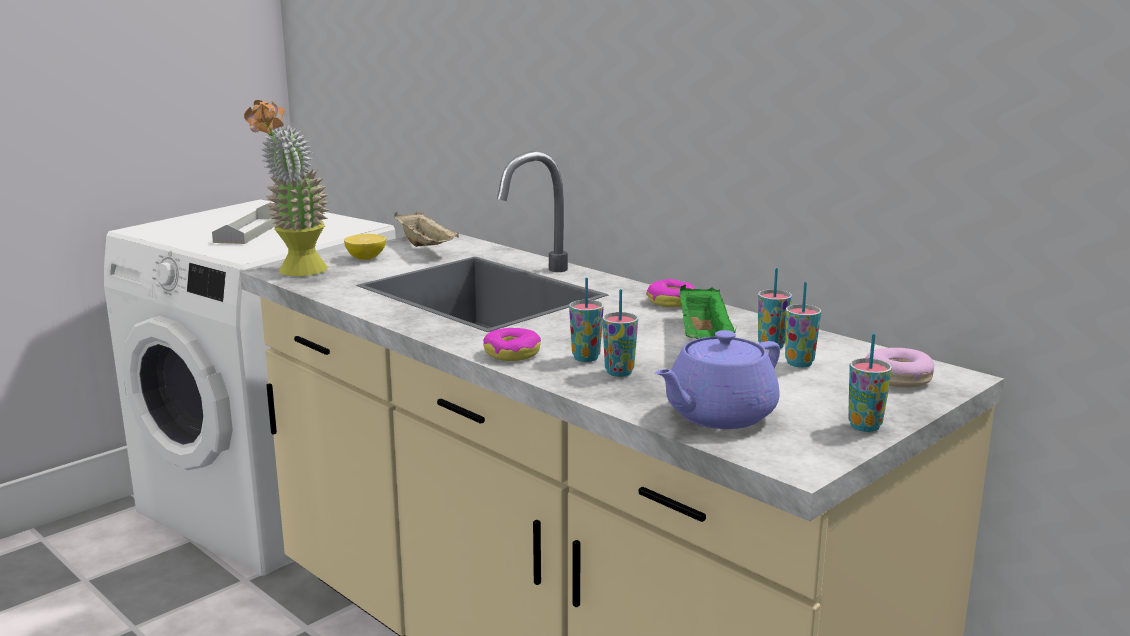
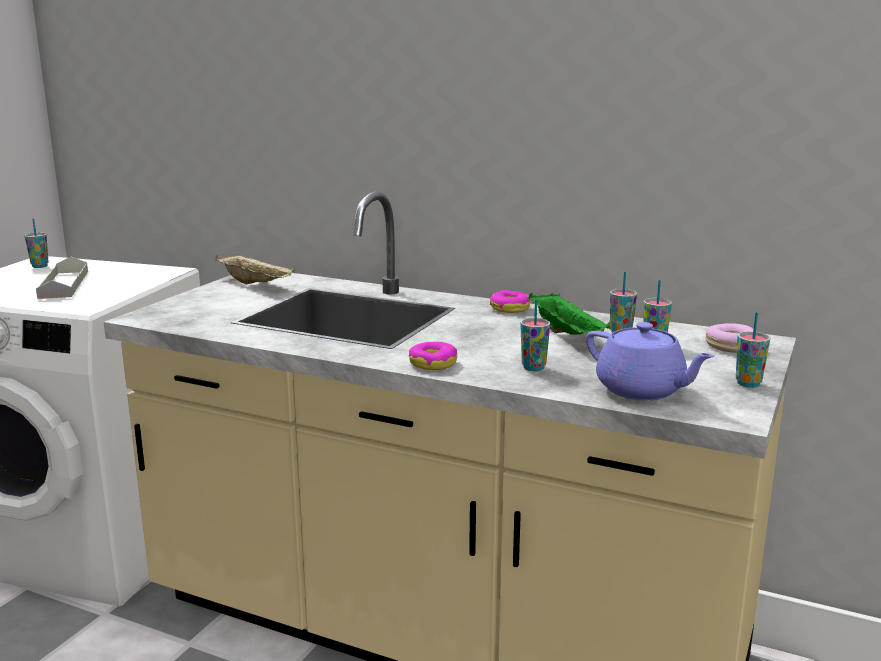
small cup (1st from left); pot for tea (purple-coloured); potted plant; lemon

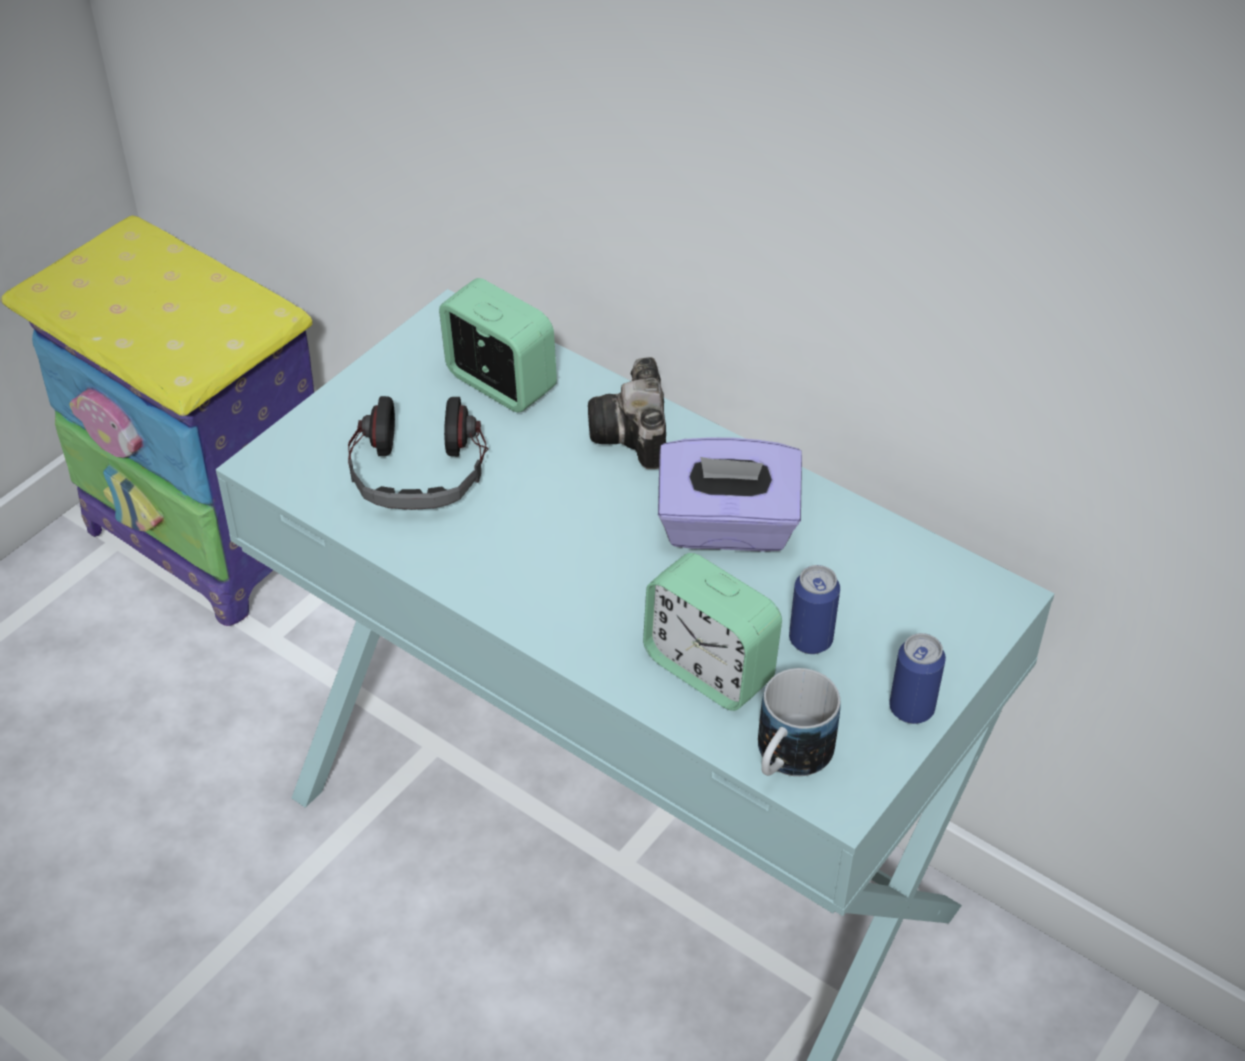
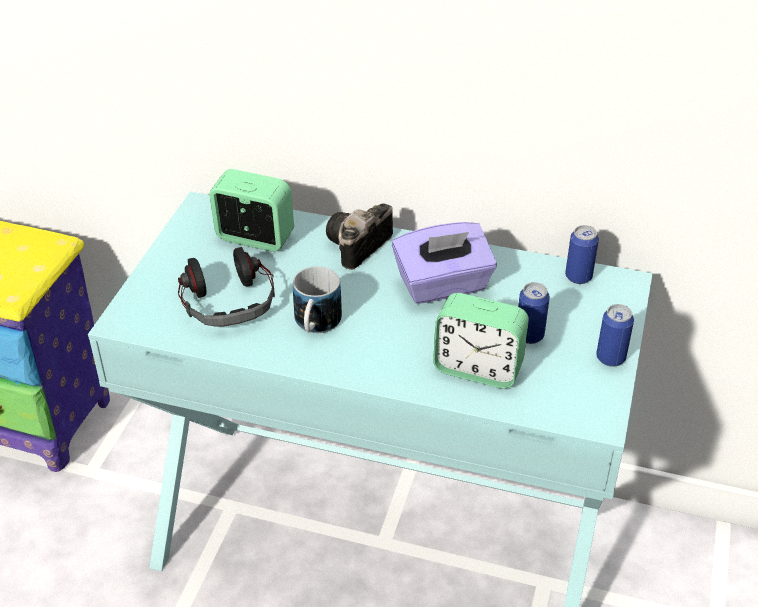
coffee mug; still camera; sealed can (2nd from left)

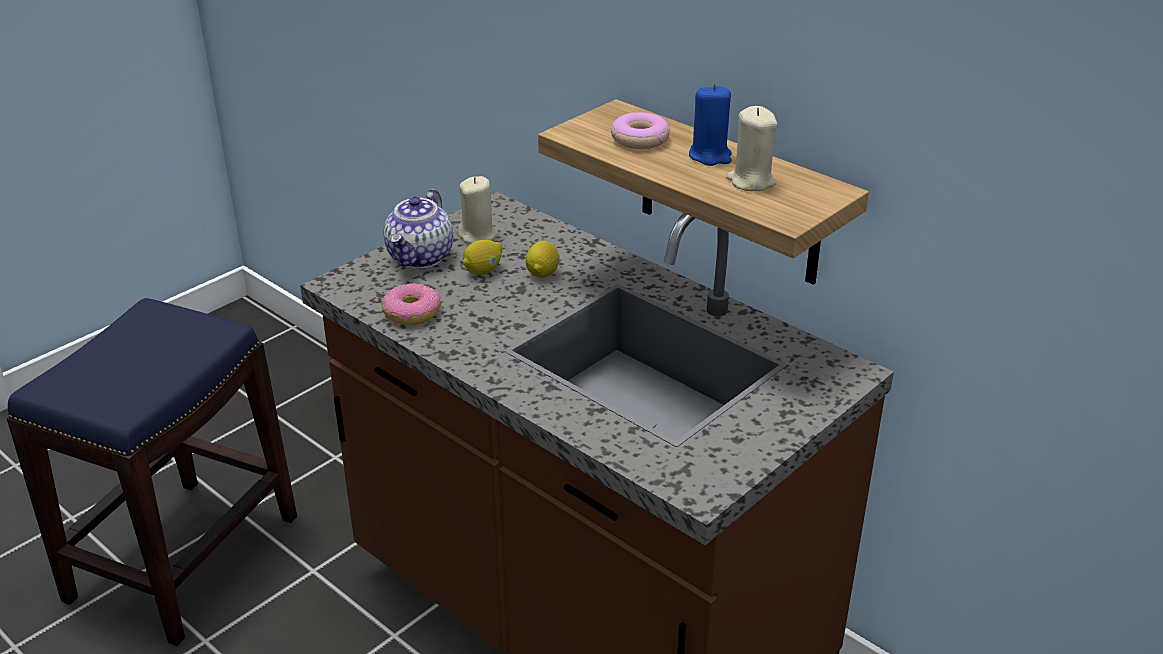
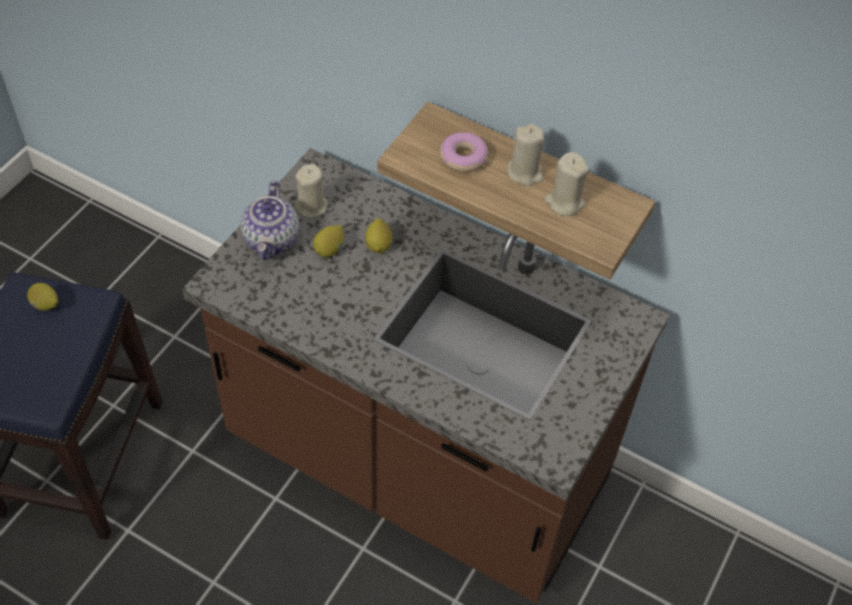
lemon (1st from left); wax light (beige) (2nd from left); donut (1st from left in the first image)

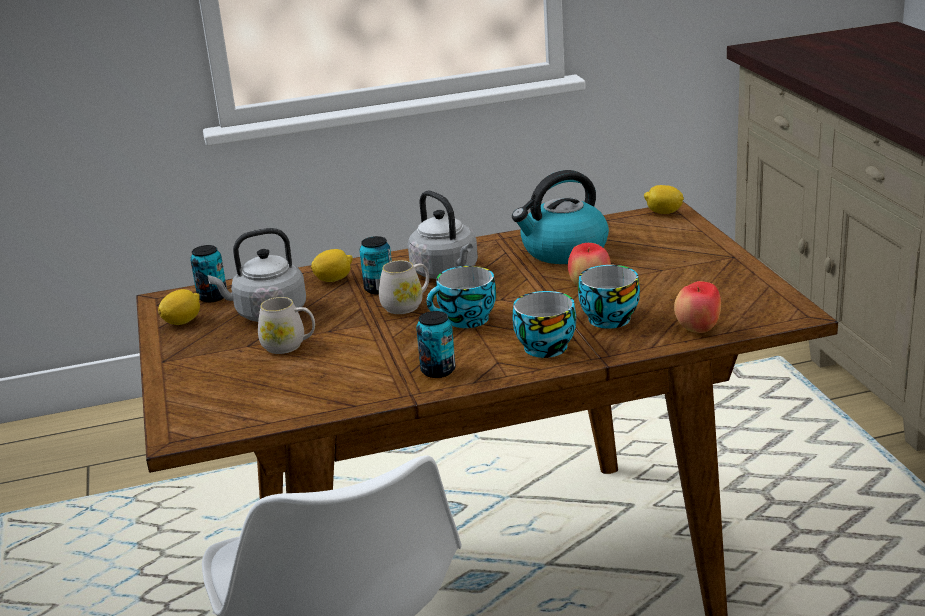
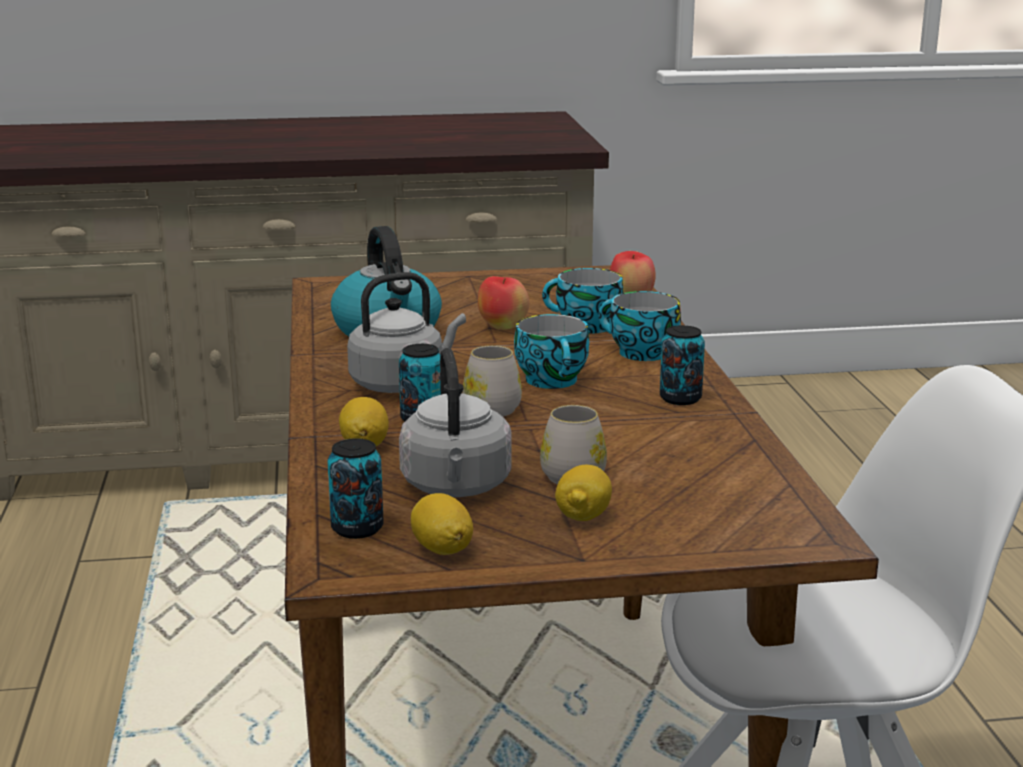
lemon (3rd from left)

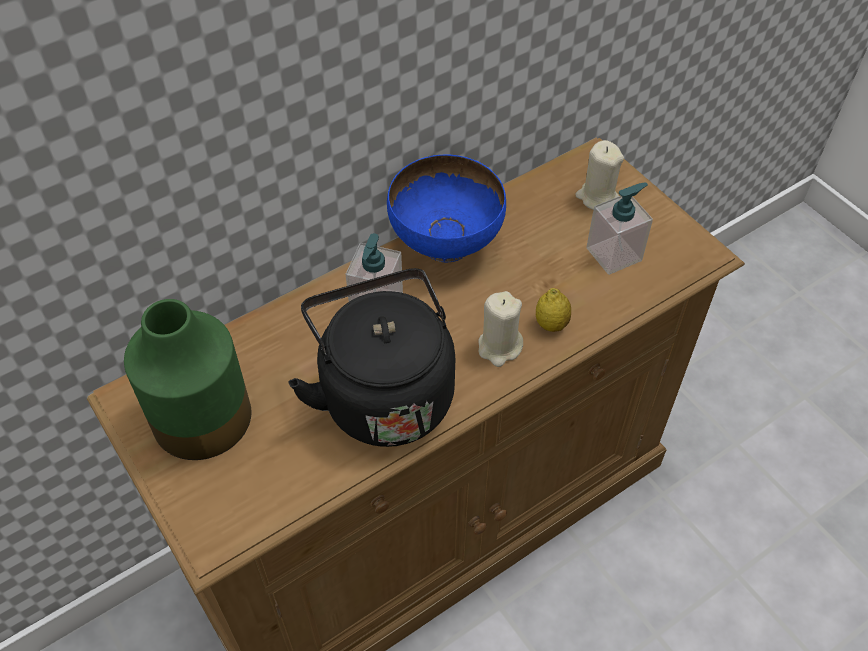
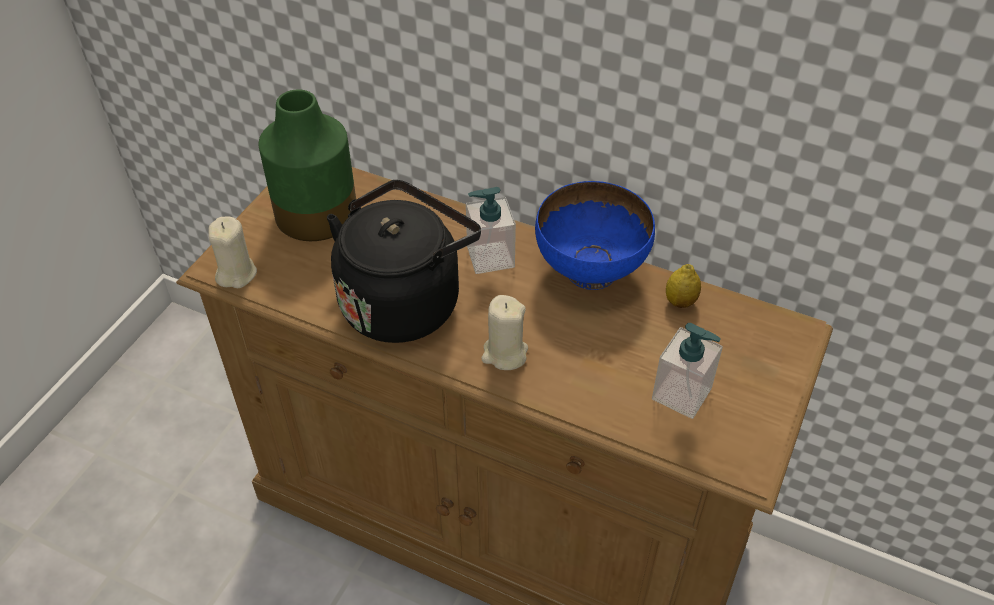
wax light (beige) (1st from left); lemon

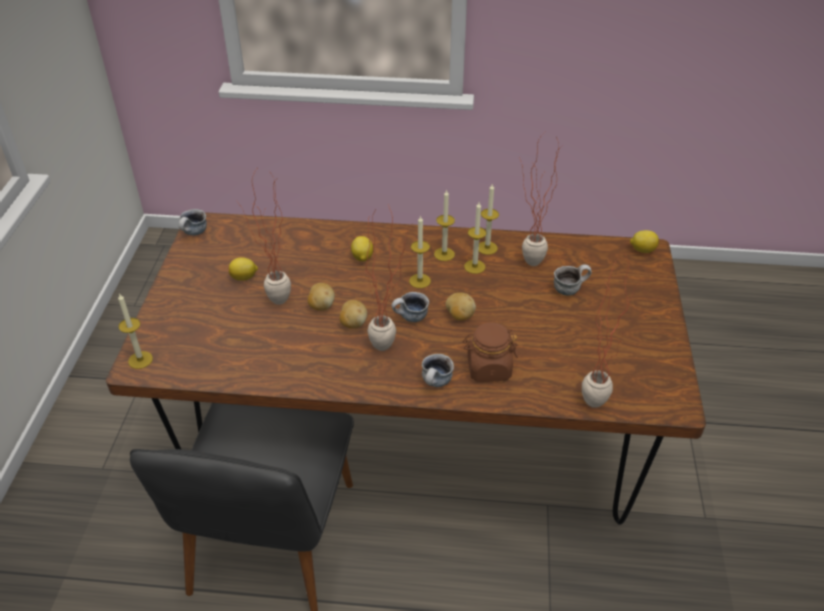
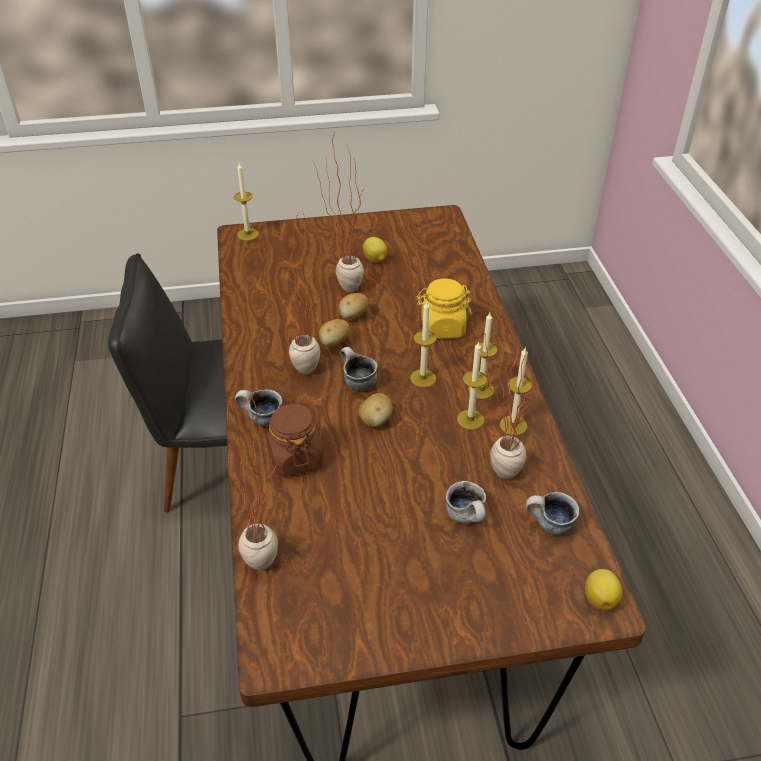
jar (yellow); coffee mug (4th from left)

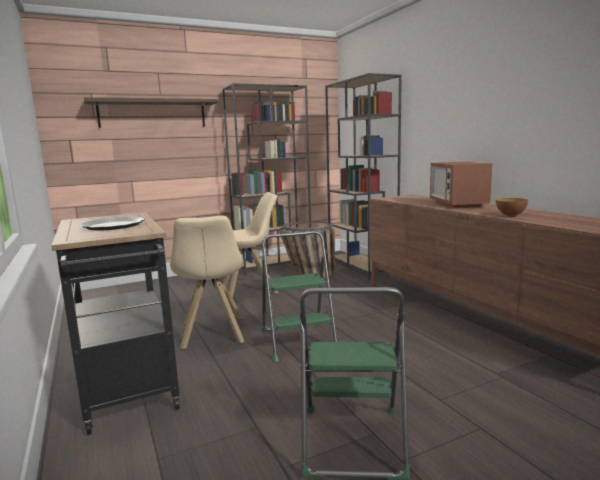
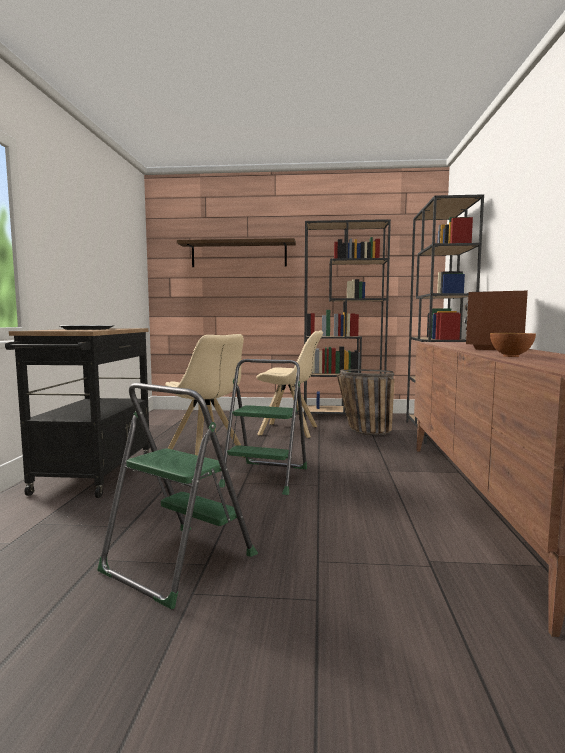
chair (beige) (1st from left)

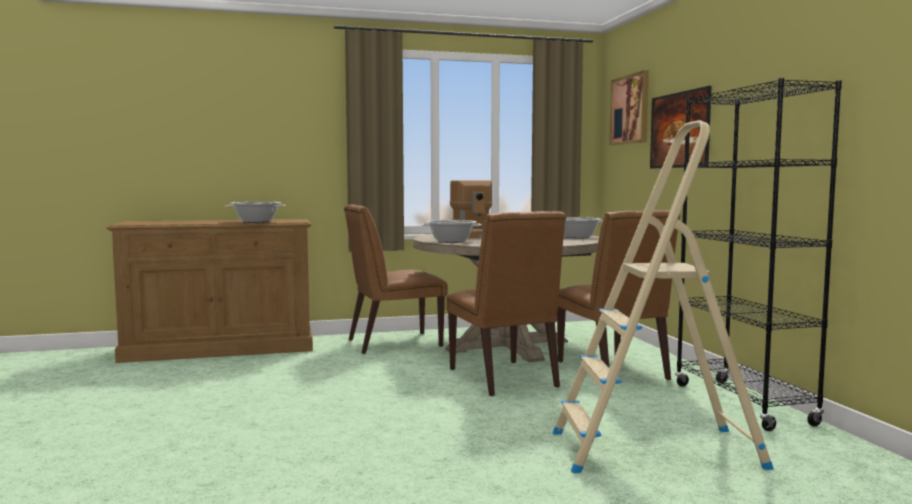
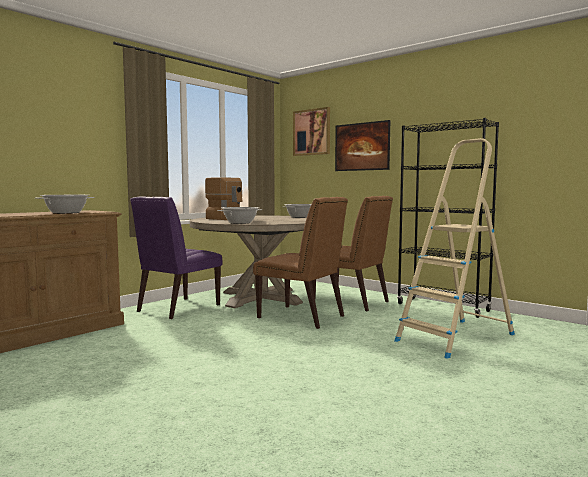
chair (purple-coloured)

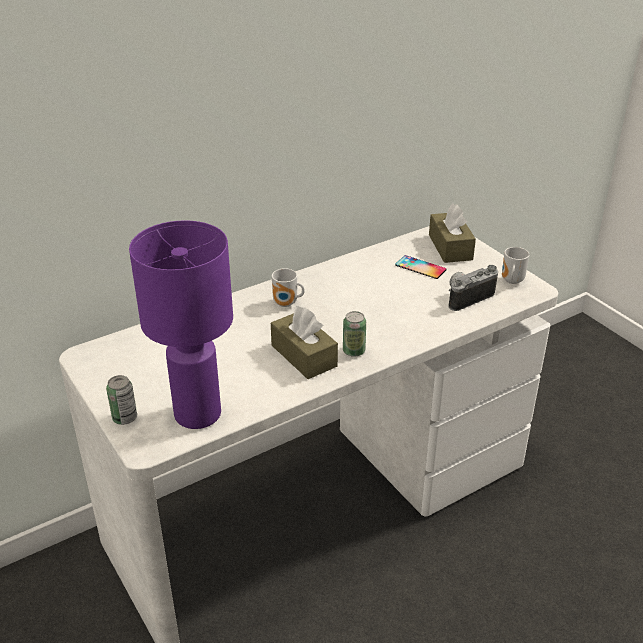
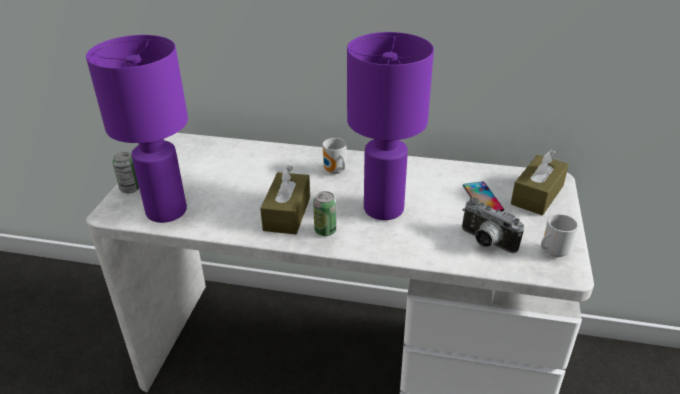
table lamp (purple-coloured) (2nd from left); still camera

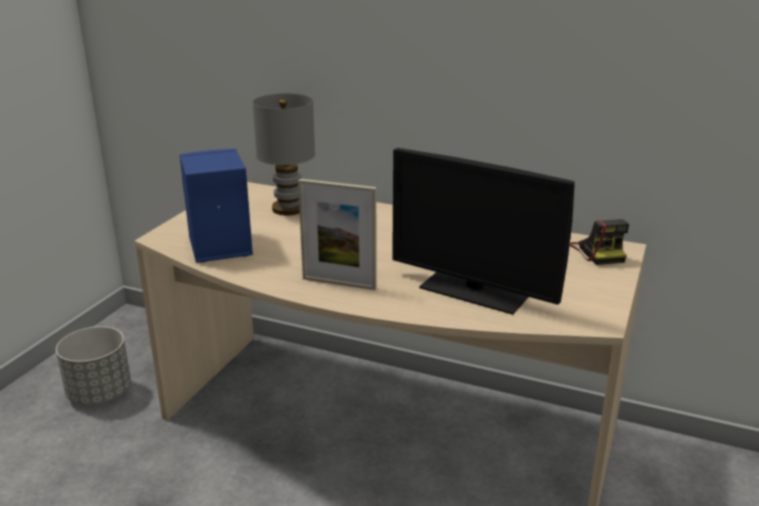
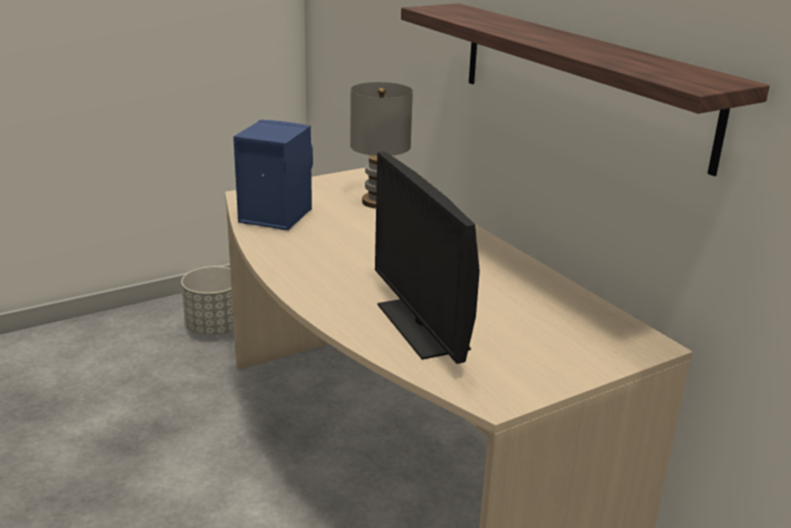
wall shelf; photo frame; still camera

